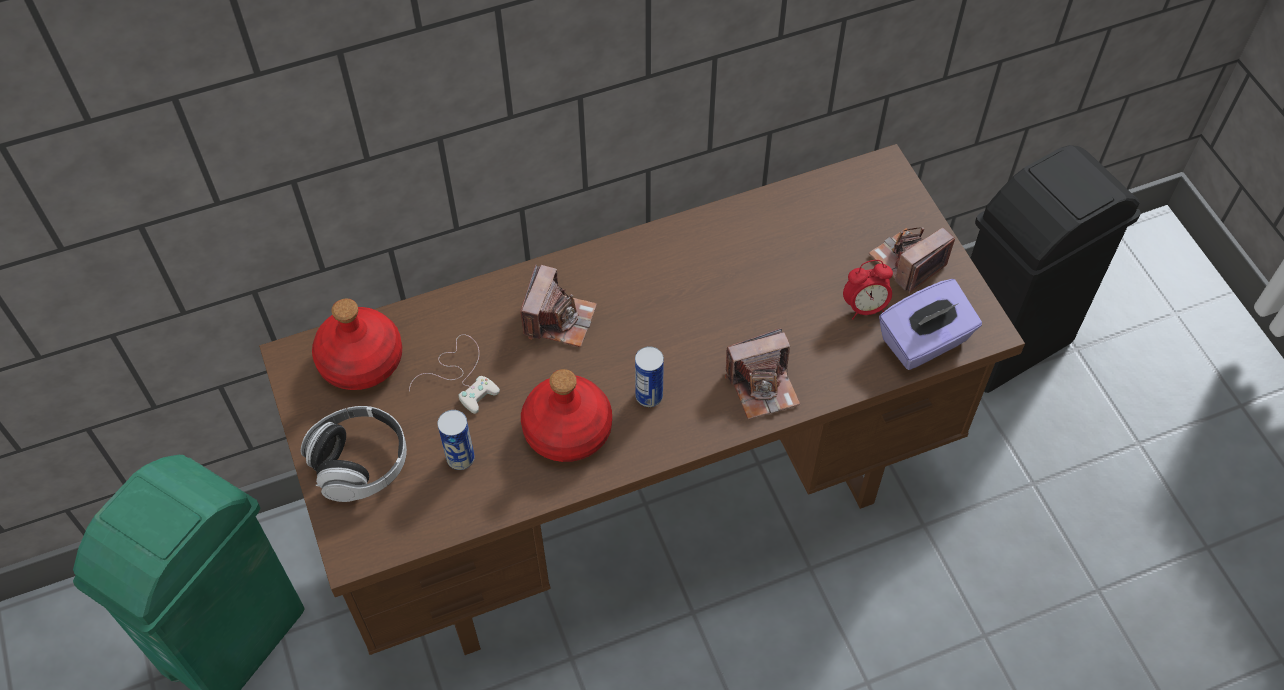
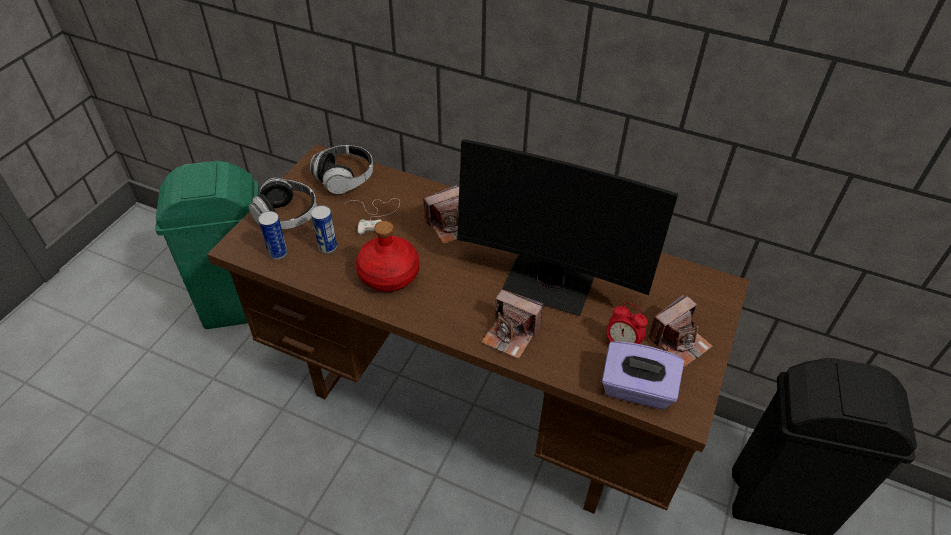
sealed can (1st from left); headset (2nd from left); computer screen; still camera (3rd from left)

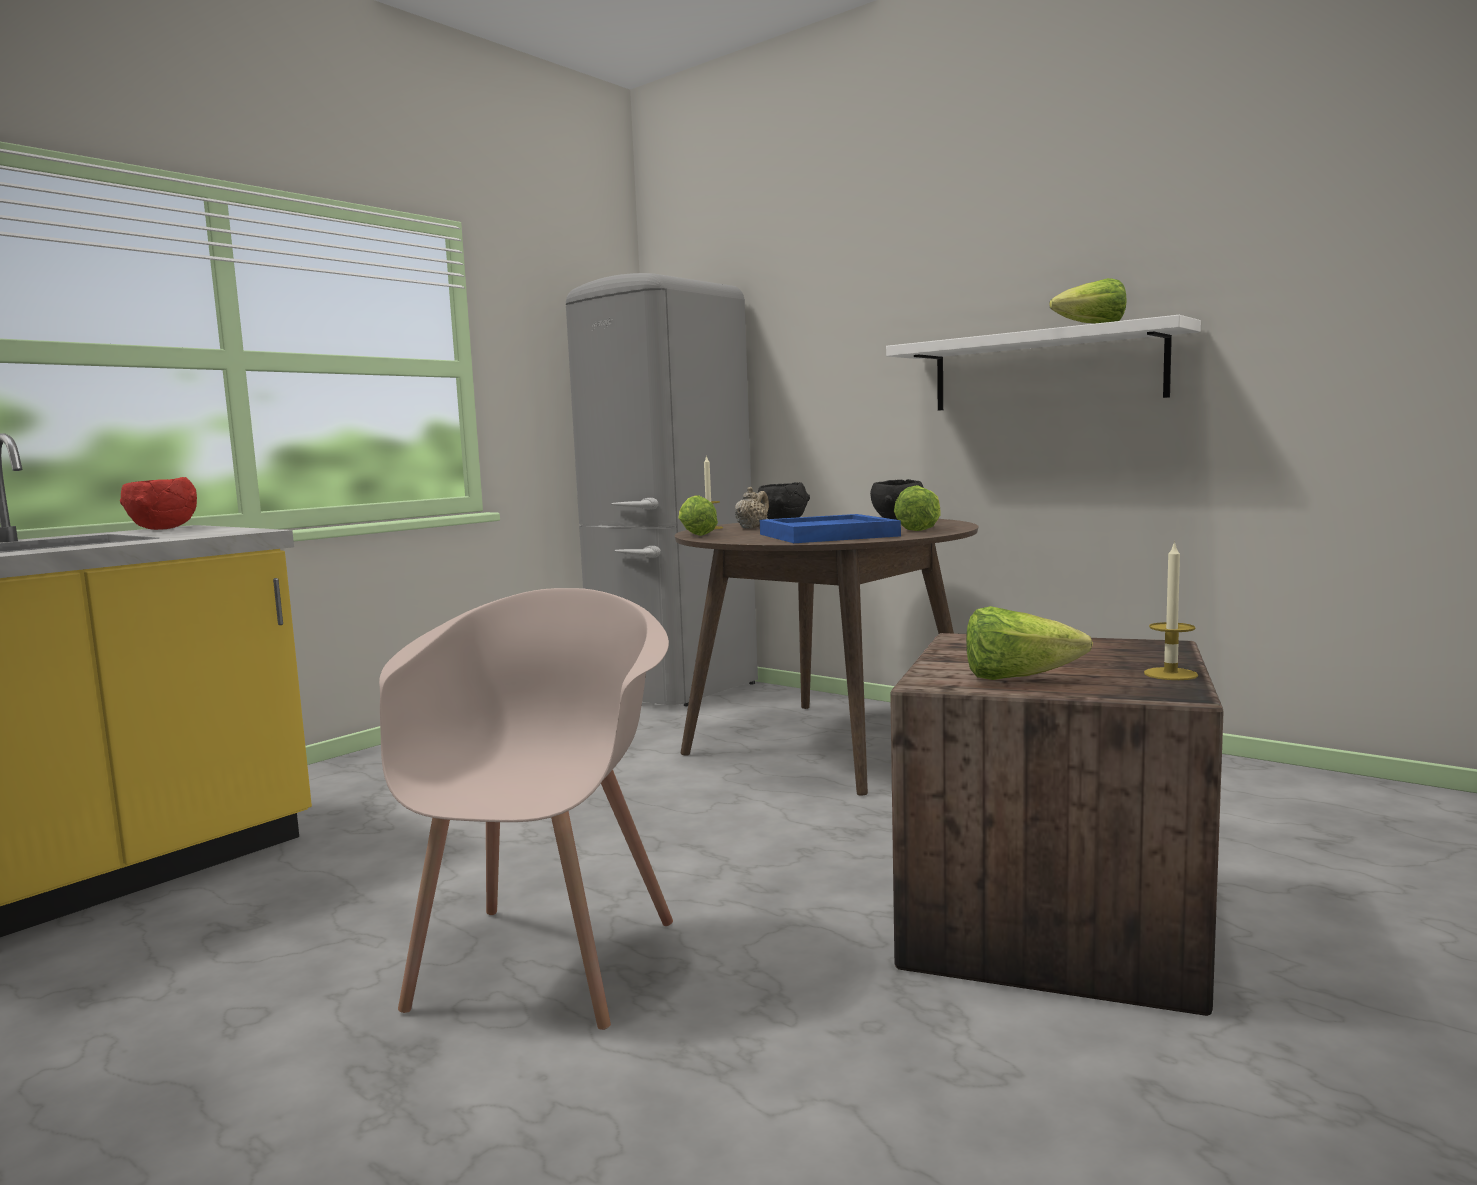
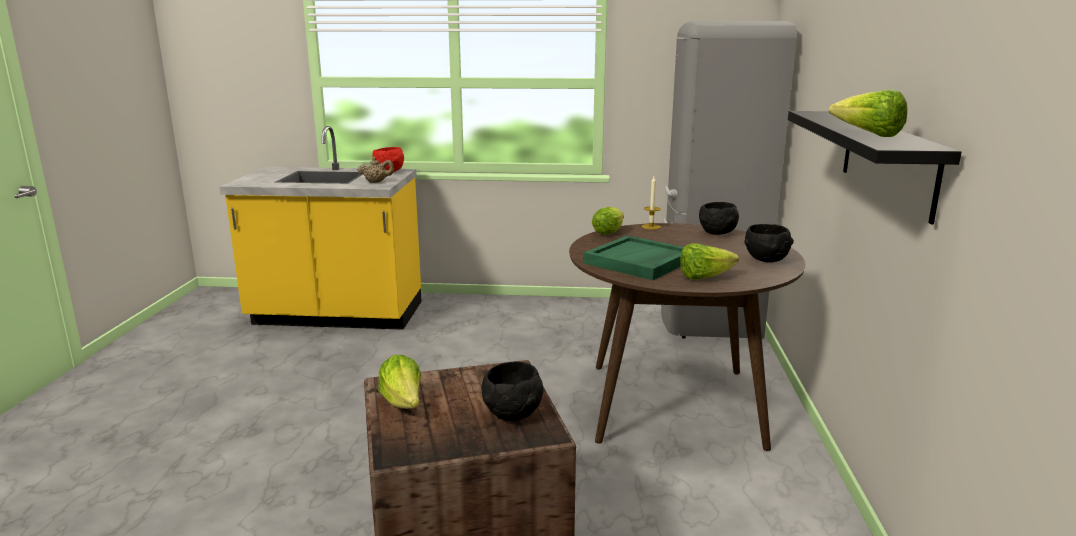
pot for tea (beige); deep dish (blackish) (1st from left); tray (green); wall shelf (blackish); chair (beige); wax light (2nd from left in the first image)

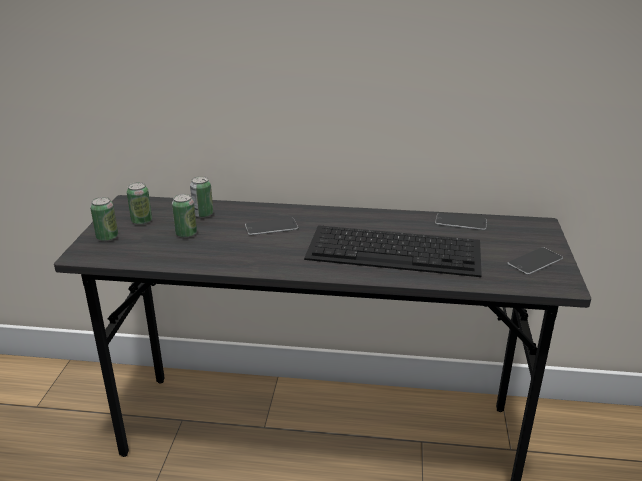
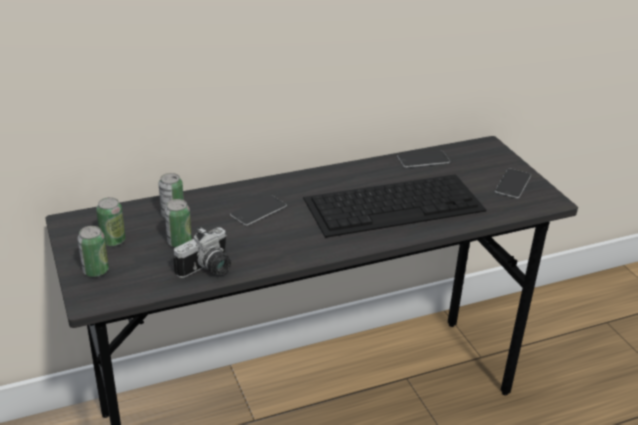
still camera

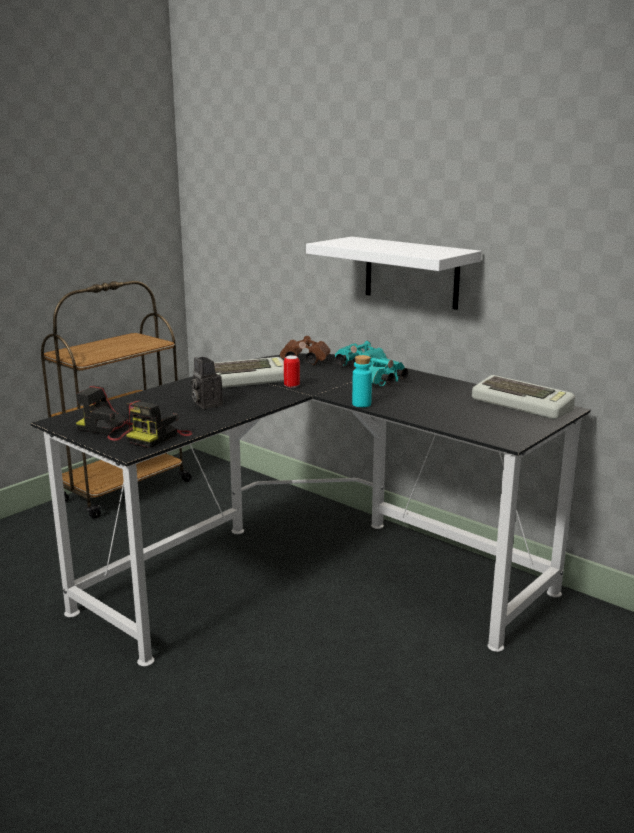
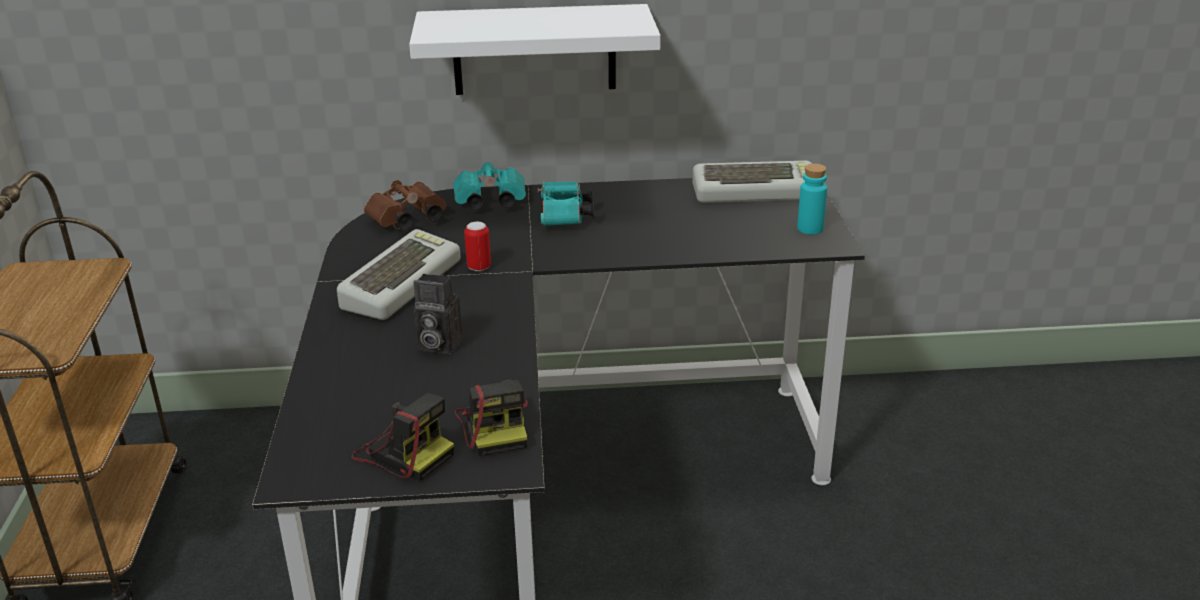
still camera (1st from left); bottle (turquoise)

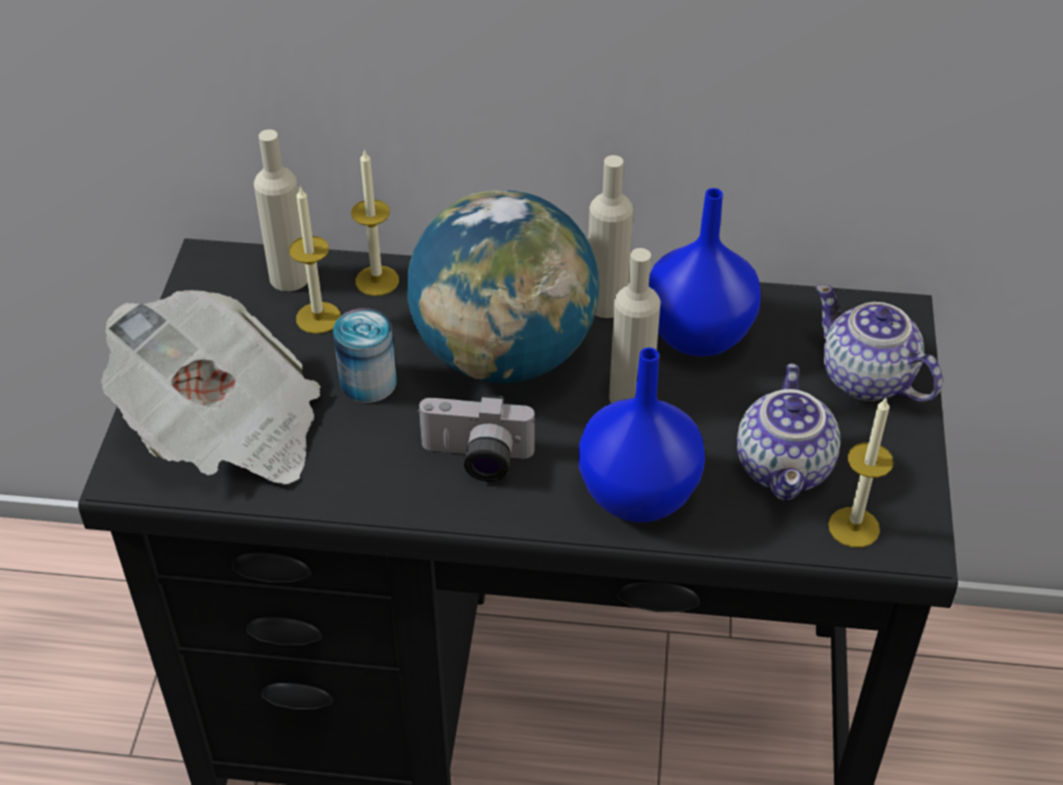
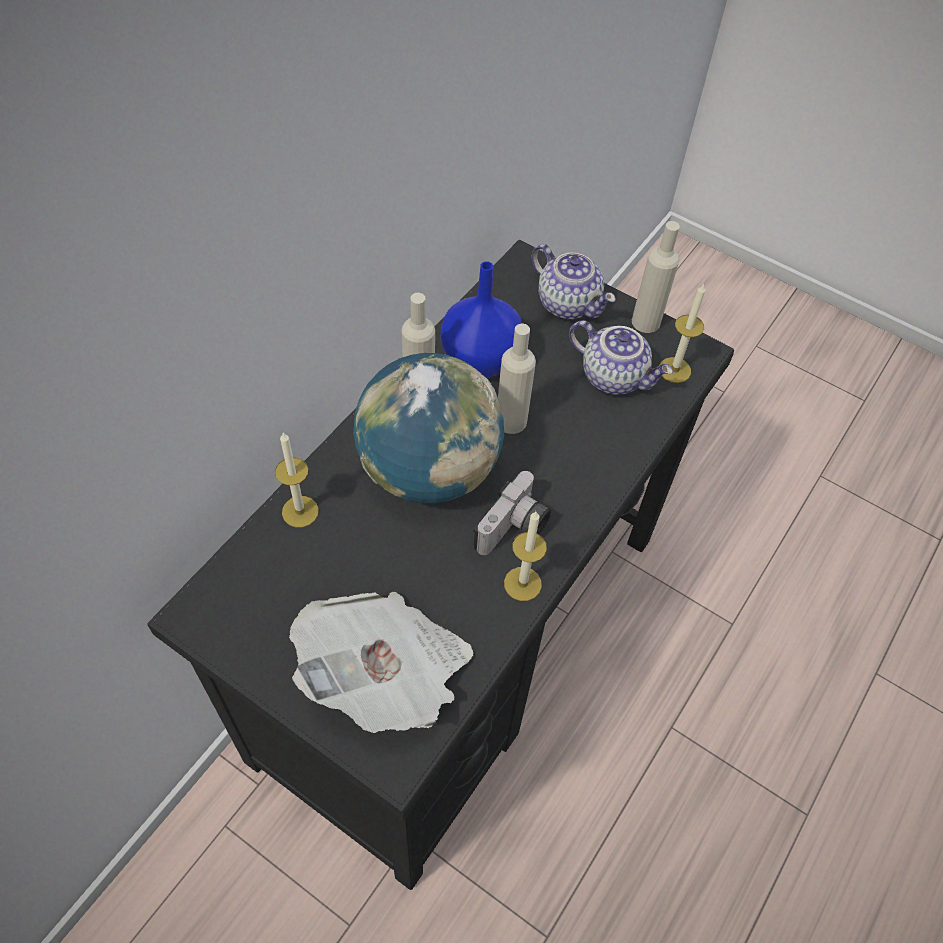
wax light (2nd from left); pot for tea (1st from left); bottle (beige) (3rd from left); sealed can; decorative vase (blue) (1st from left in the first image)

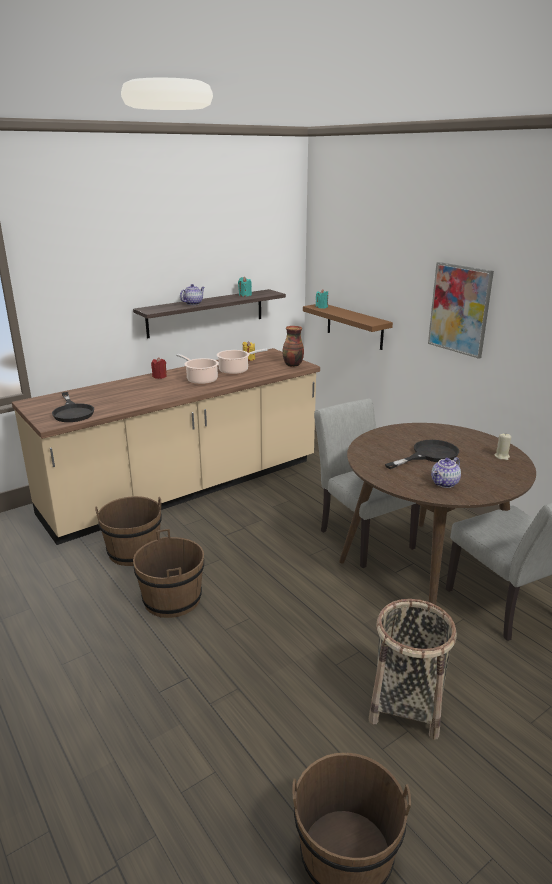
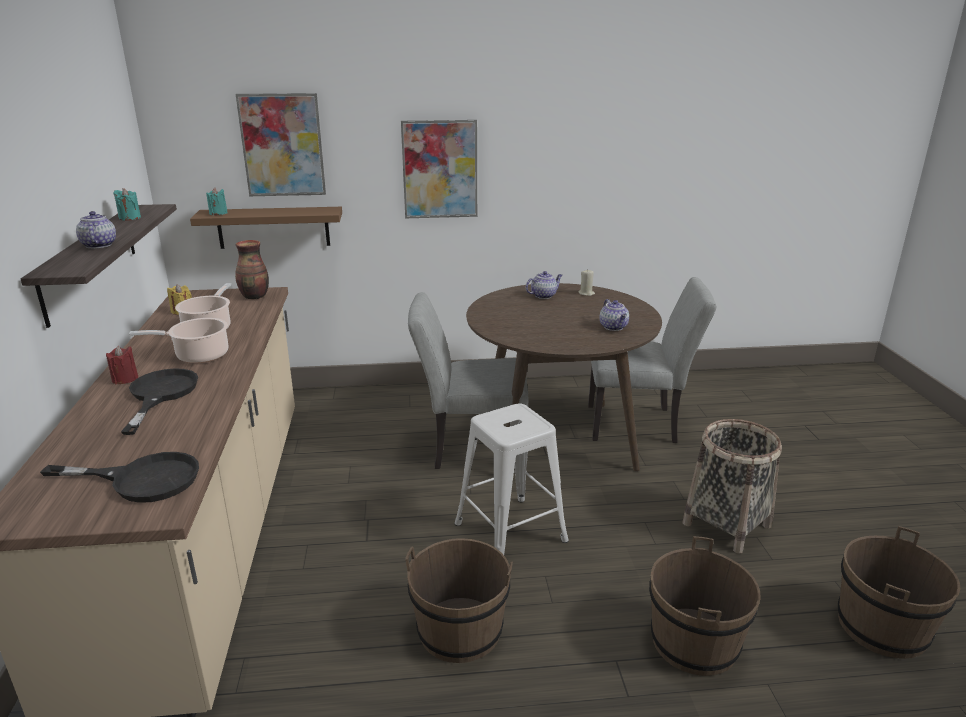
skillet (blackish) (2nd from left); wall picture (1st from left); stool (white-coloured); pot for tea (2nd from left); pail (brownish) (2nd from left)

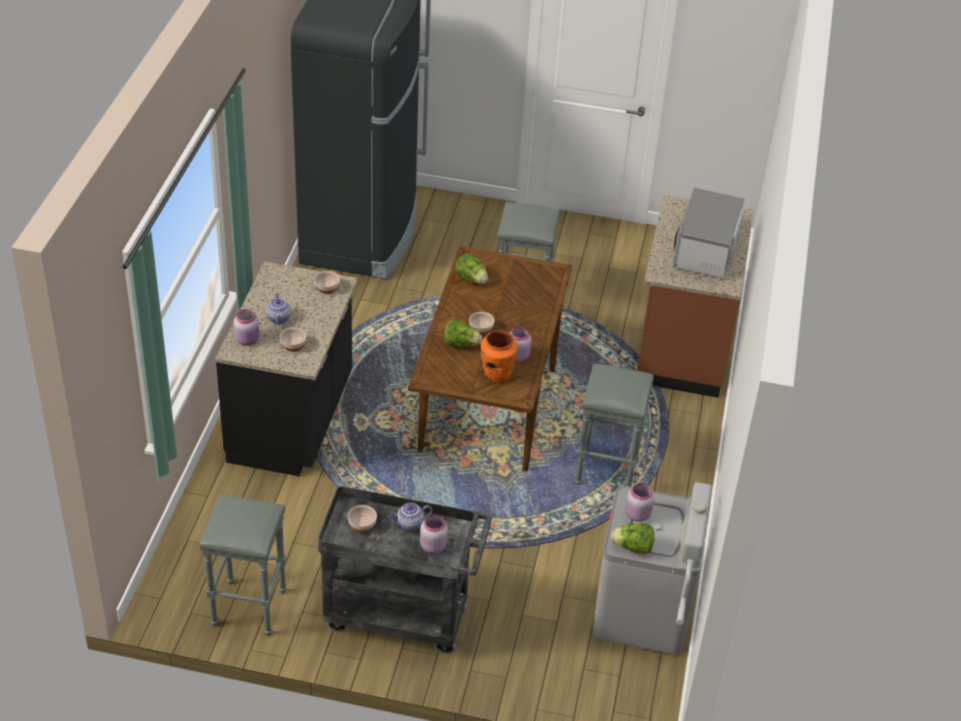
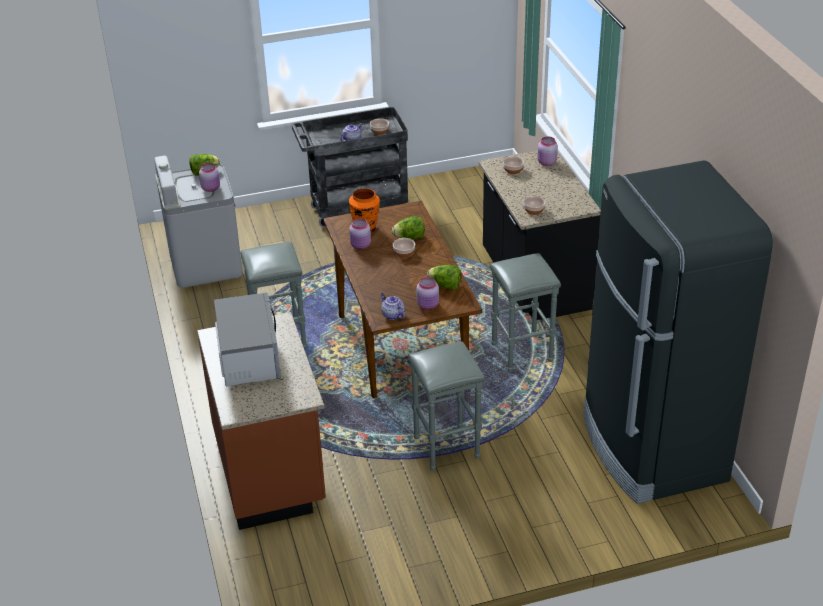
pot for tea (2nd from left); jar (pink-coloured) (3rd from left); stool (greyish) (3rd from left)

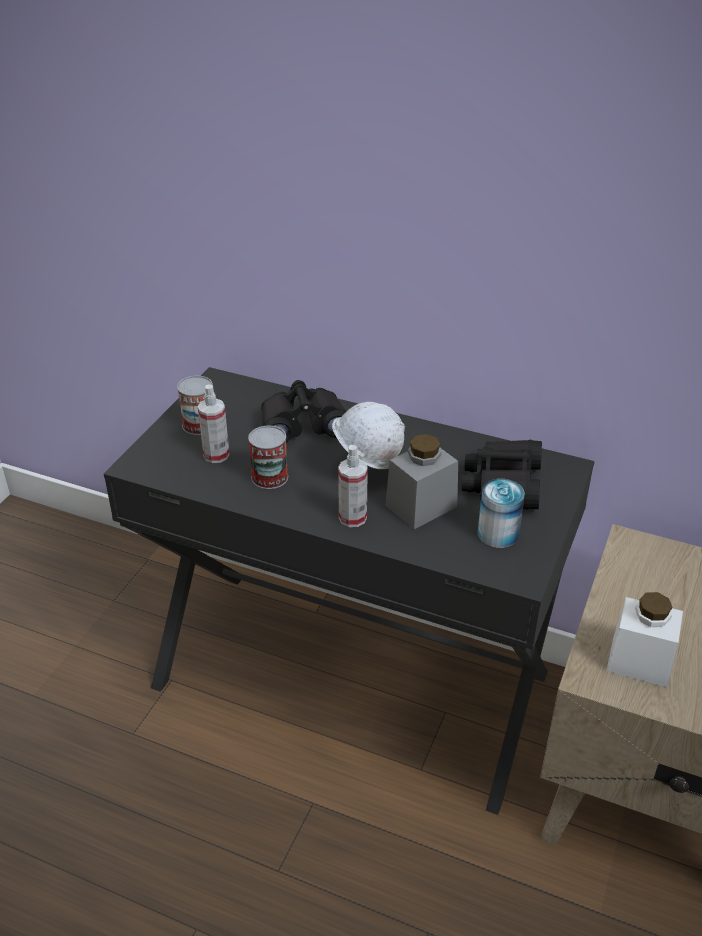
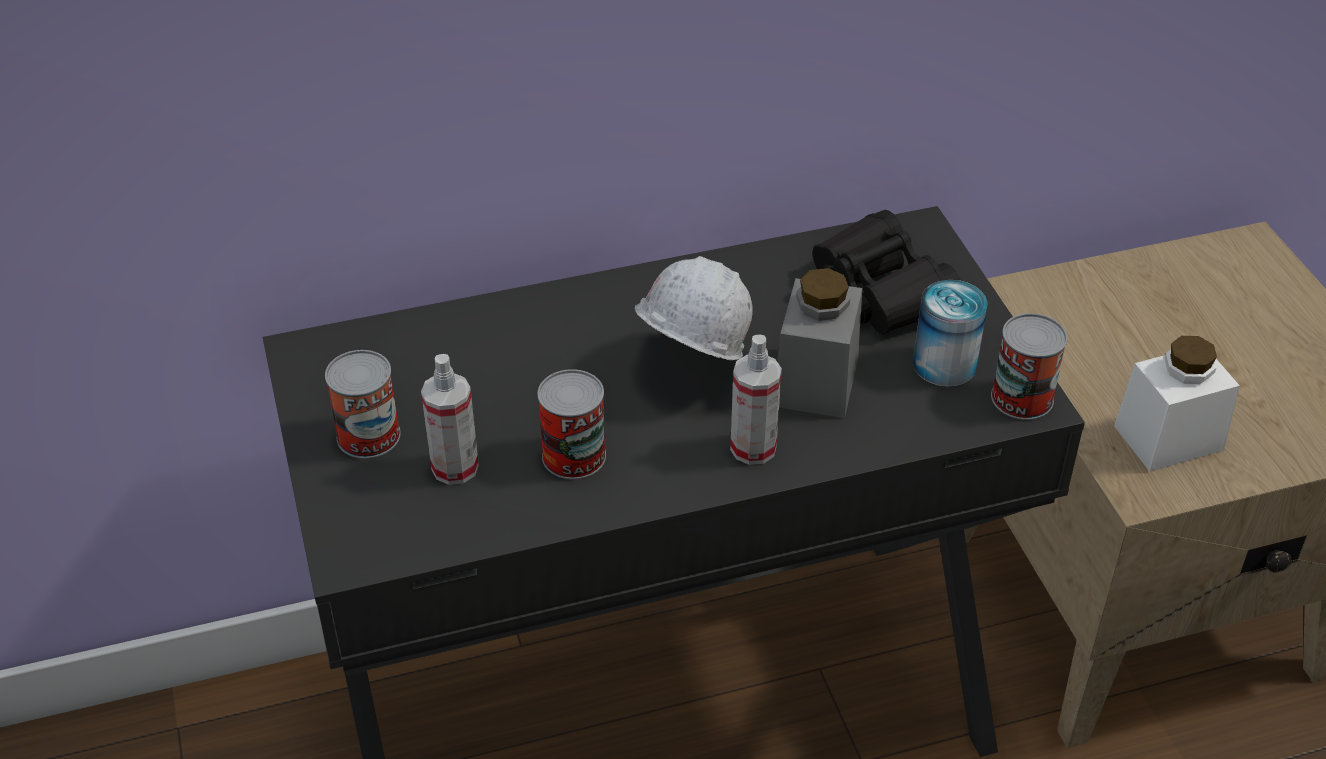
sealed can (4th from left); field glasses (blackish) (1st from left in the first image)

